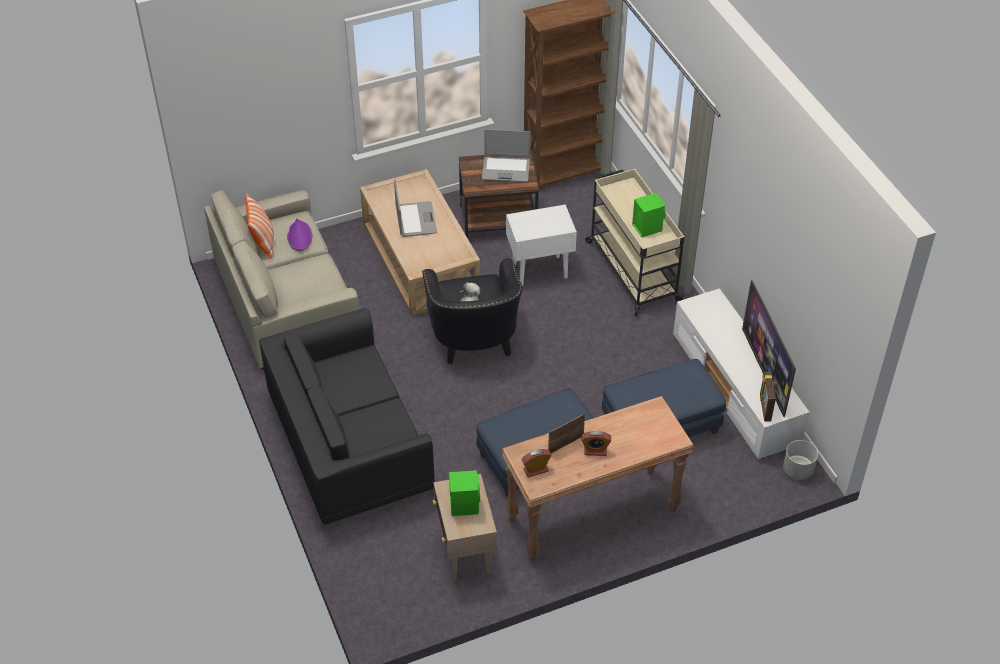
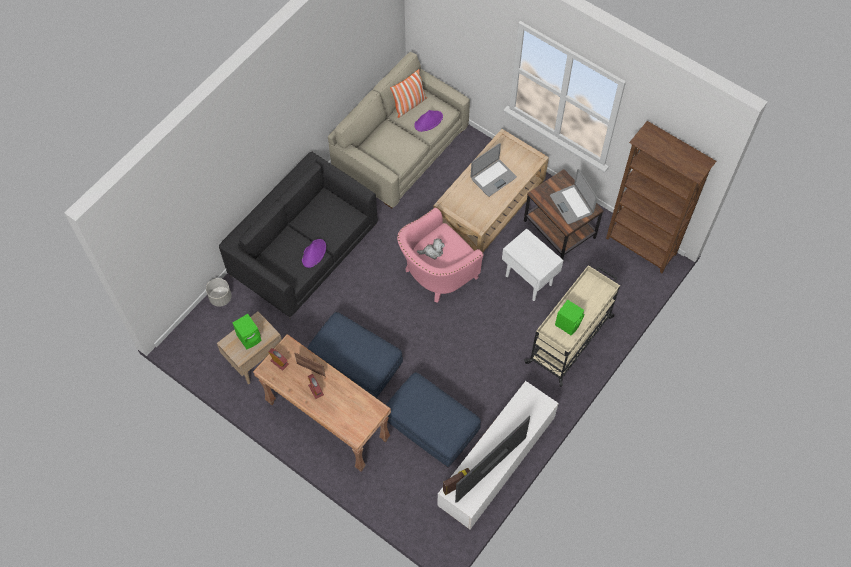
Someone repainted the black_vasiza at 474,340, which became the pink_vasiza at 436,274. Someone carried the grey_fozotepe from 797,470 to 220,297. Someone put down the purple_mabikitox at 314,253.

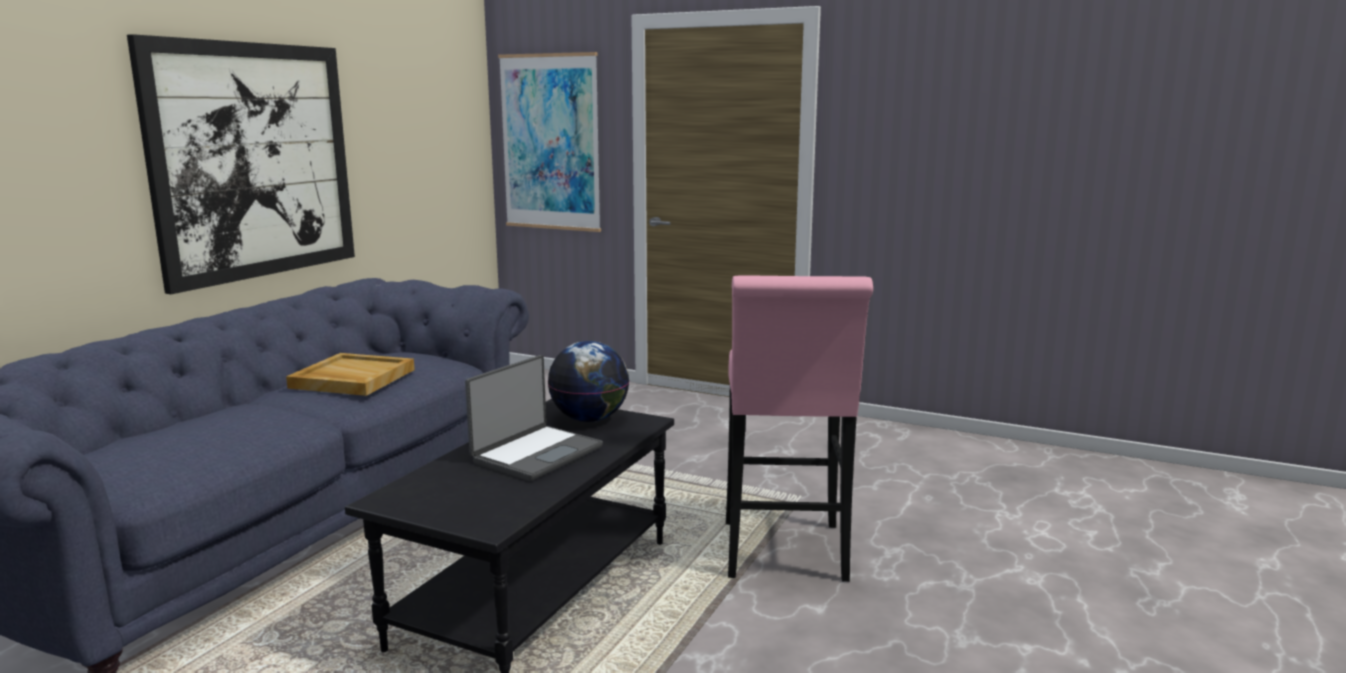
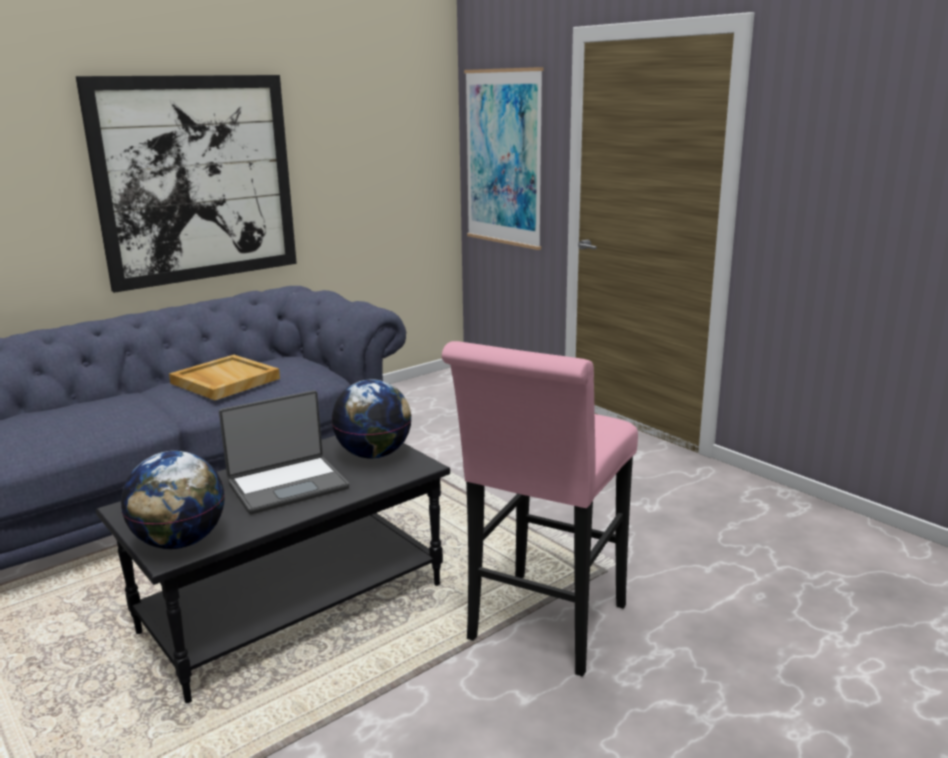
Someone put down the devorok at 179,542.

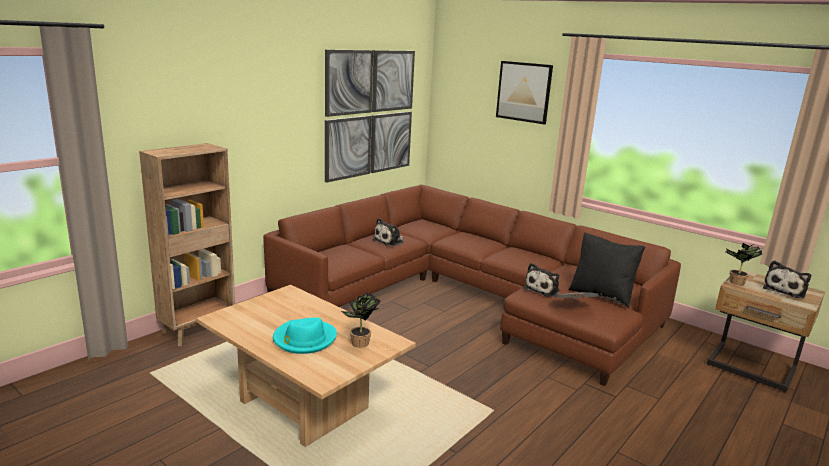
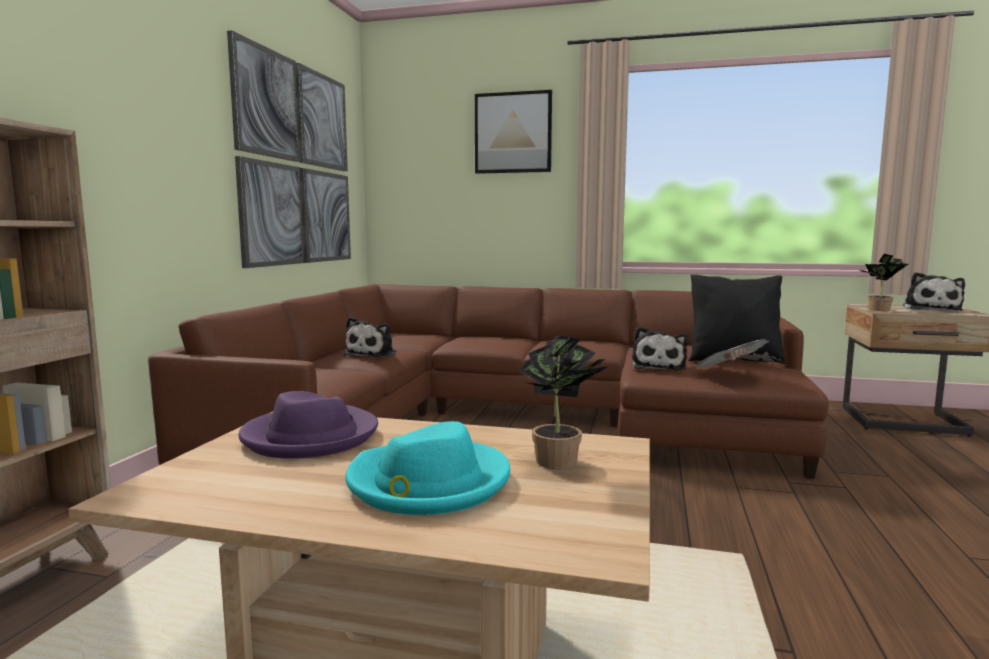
Someone put down the purple_mabikitox at 310,437.

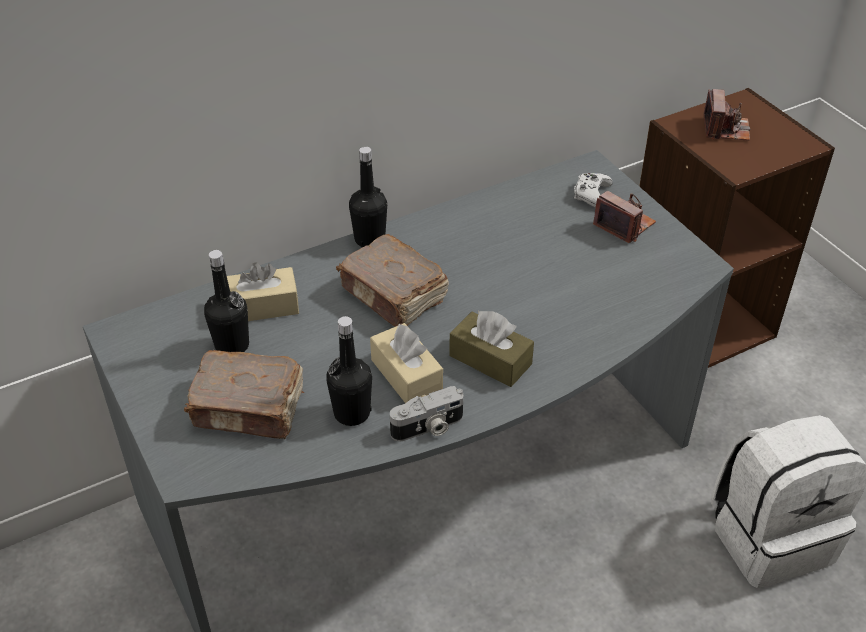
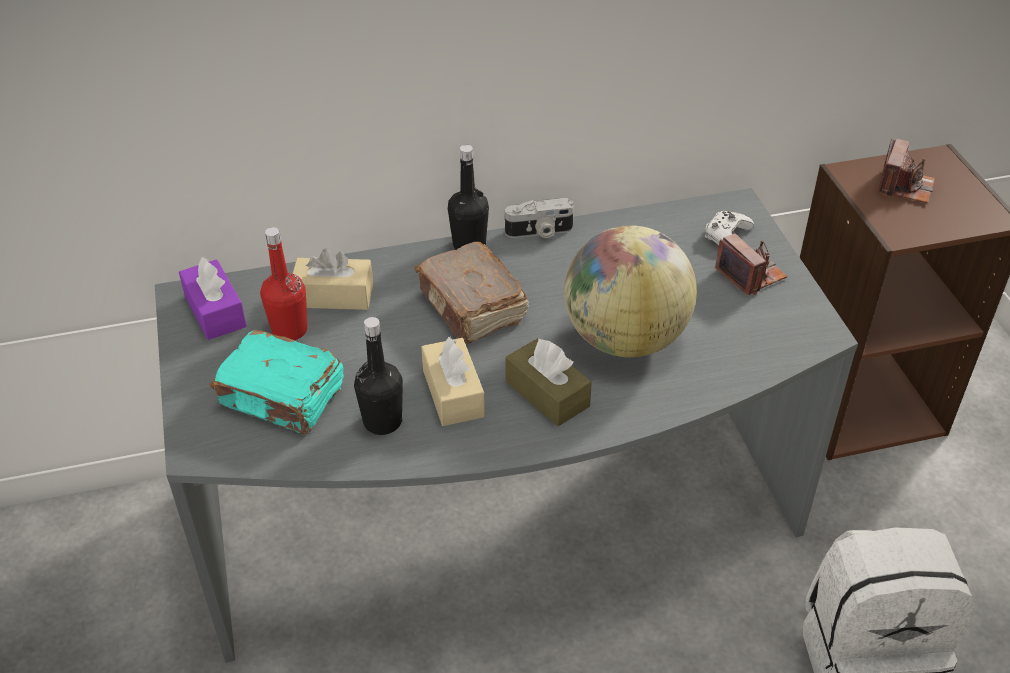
Someone repainted the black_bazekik at 232,345, which became the red_bazekik at 289,330. Someone repainted the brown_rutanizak at 249,408, which became the turquoise_rutanizak at 283,397. Someone carried the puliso from 428,428 to 539,232. Someone put down the devorok at 625,338. Someone put down the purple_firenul at 215,311.

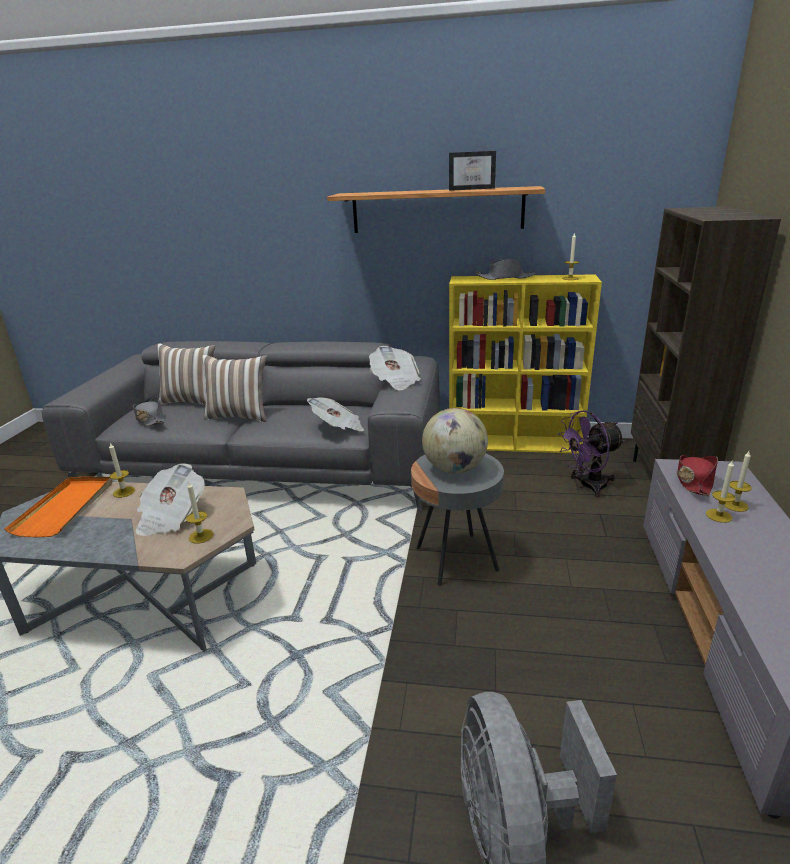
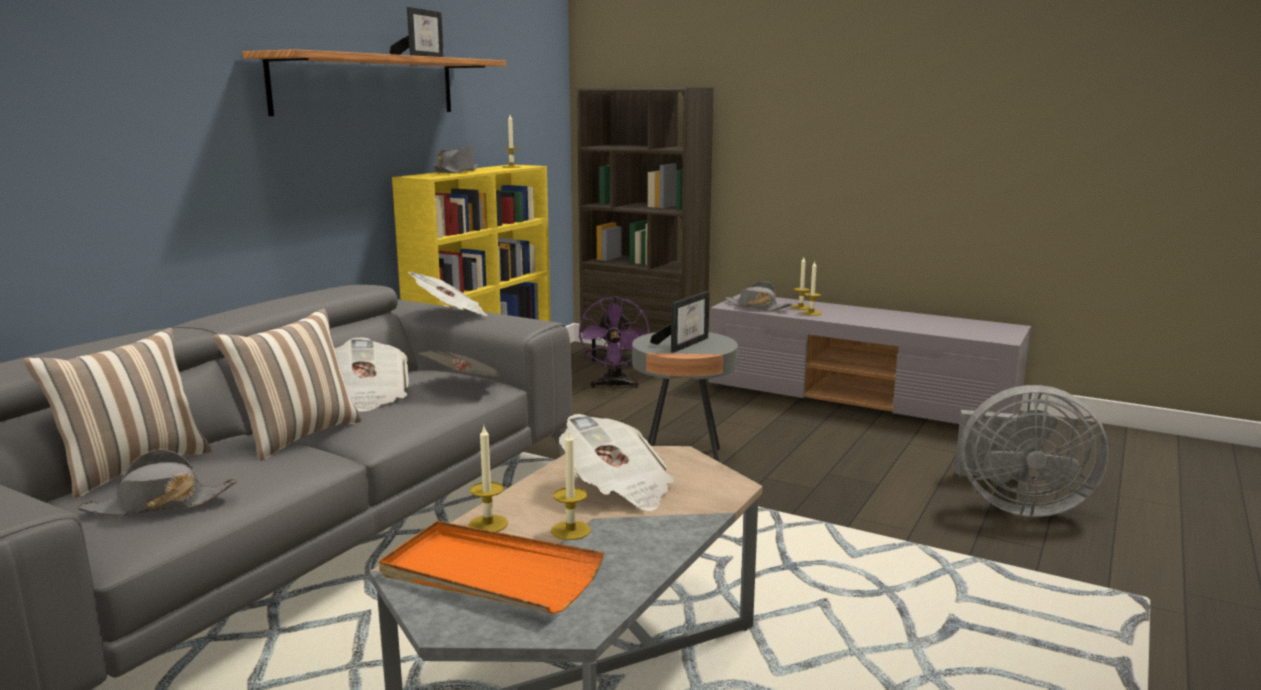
Someone swapped the devorok at 455,469 for the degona at 685,343. Someone repainted the red_mabikitox at 694,480, which became the grey_mabikitox at 757,307. Someone carried the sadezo from 201,536 to 571,530. Someone put down the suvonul at 368,397.

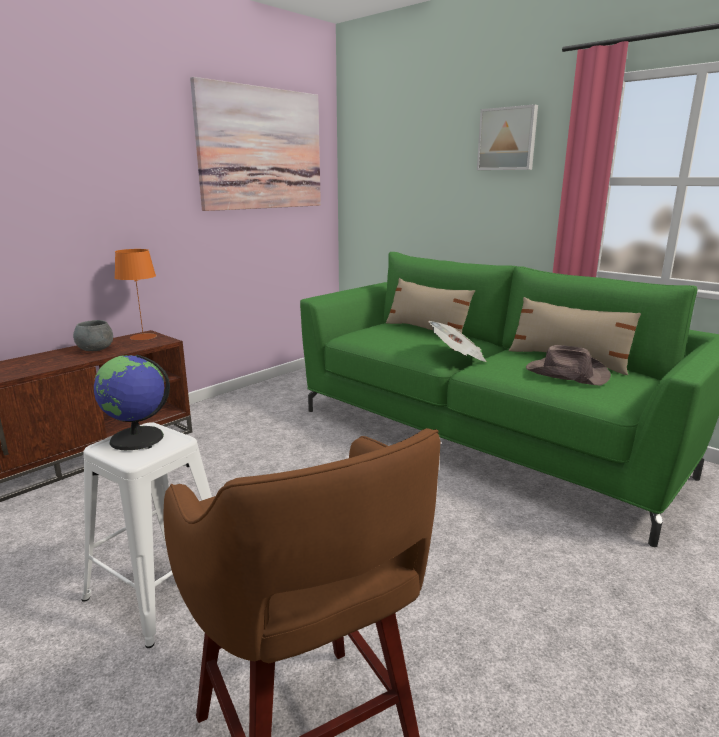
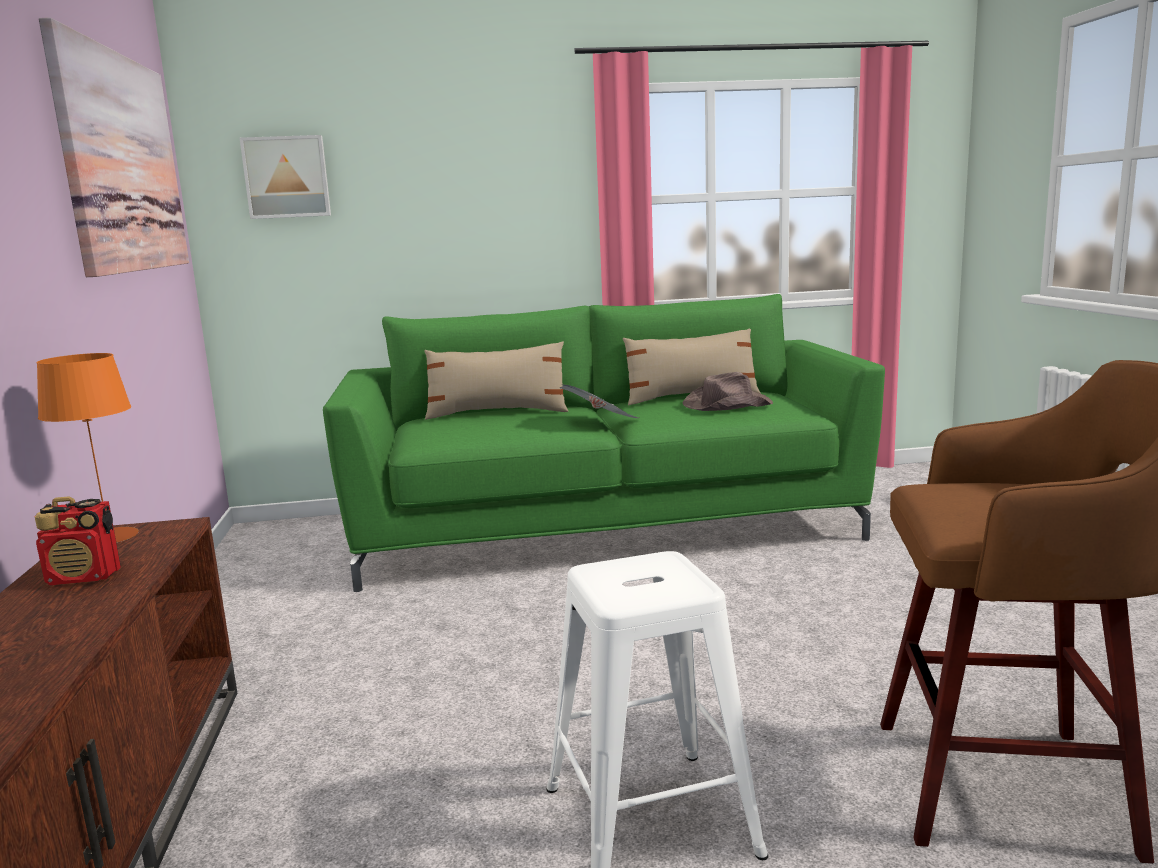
Someone carried the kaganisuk from 507,139 to 287,177. Someone swapped the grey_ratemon at 96,349 for the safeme at 85,577. Someone took away the devorok at 137,439.

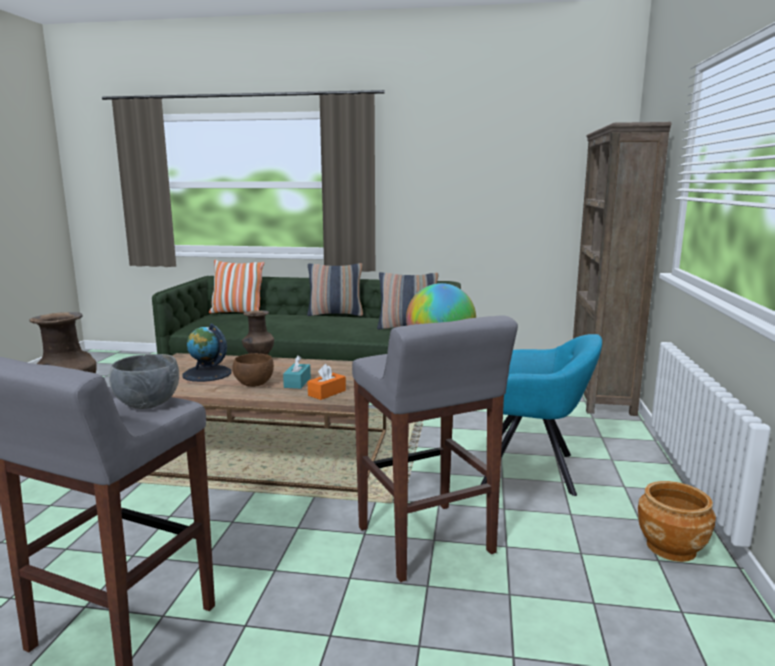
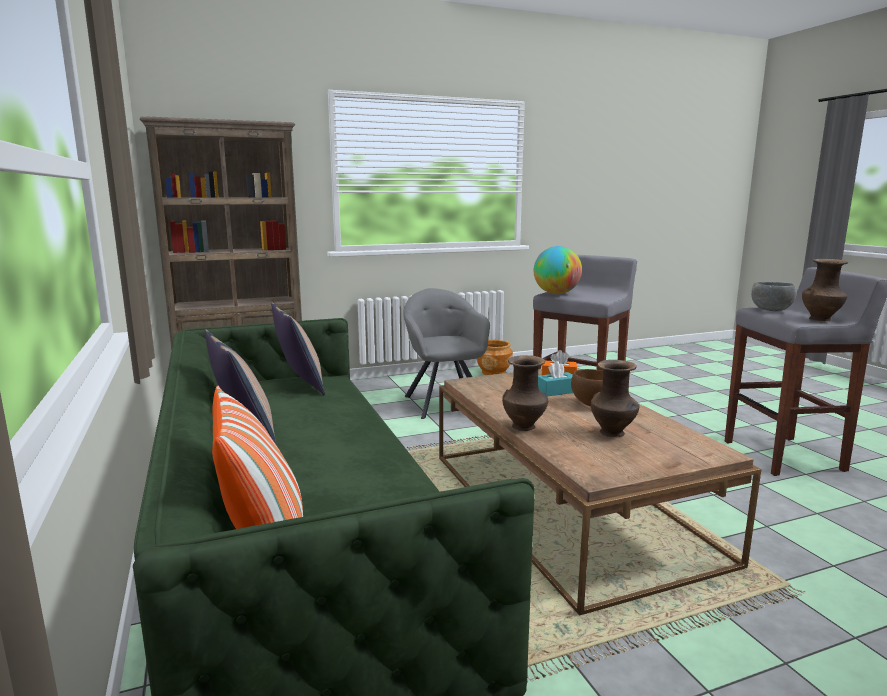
Someone swapped the devorok at 207,374 for the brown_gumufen at 613,433. Someone repainted the turquoise_vasiza at 533,469, which became the grey_vasiza at 444,402.

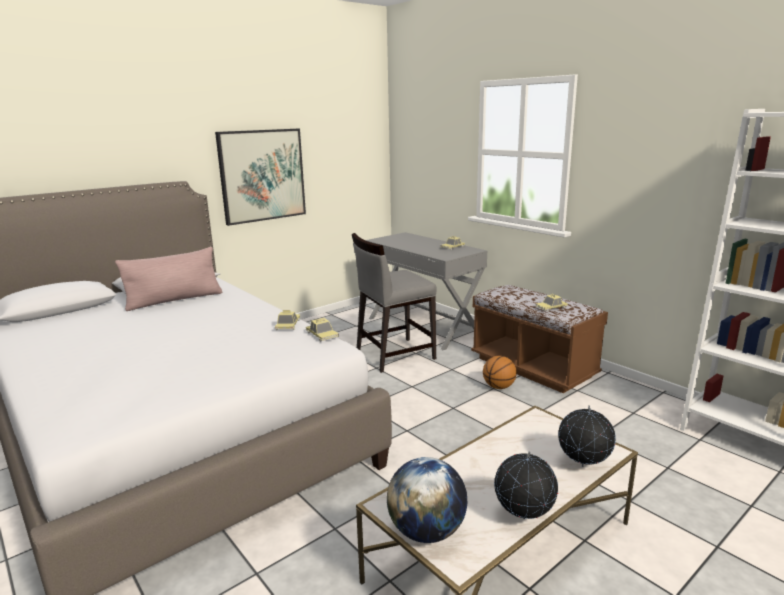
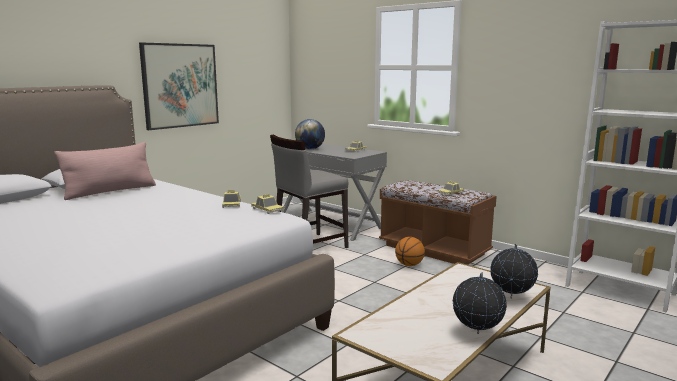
Someone carried the devorok from 426,531 to 310,149.

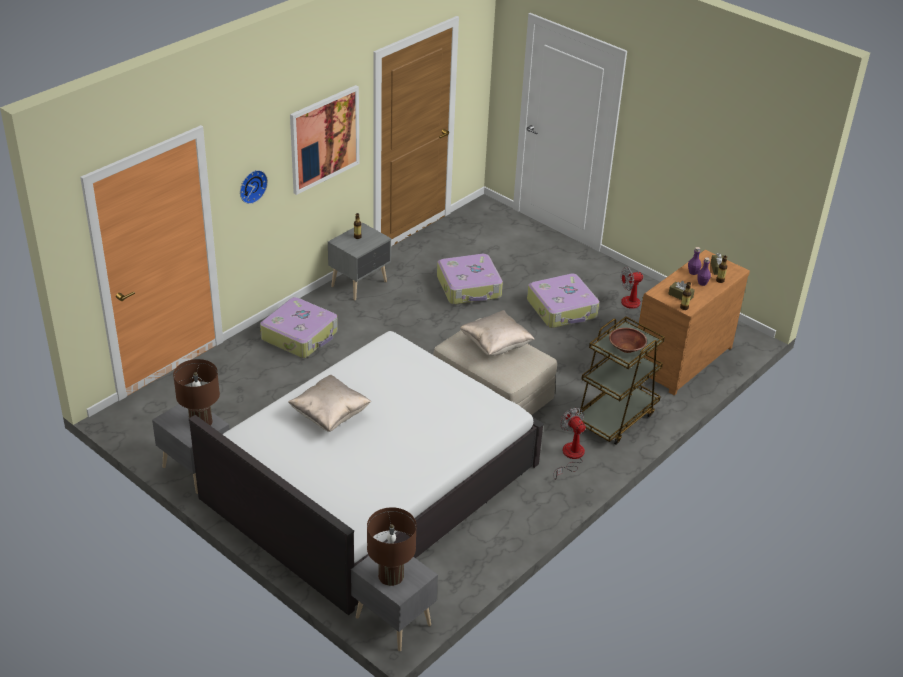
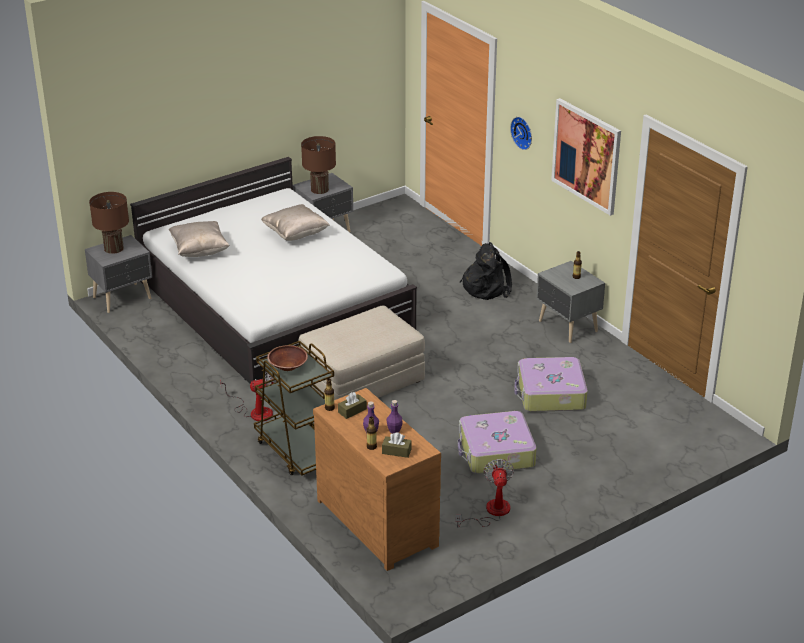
Someone swapped the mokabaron at 300,336 for the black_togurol at 486,287. Someone carried the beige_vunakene from 496,345 to 199,251.

